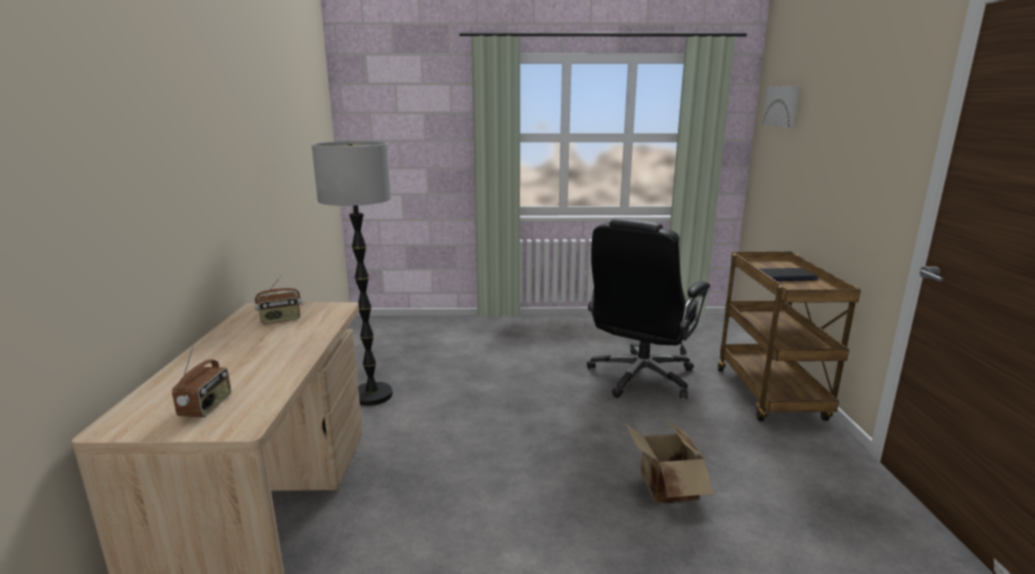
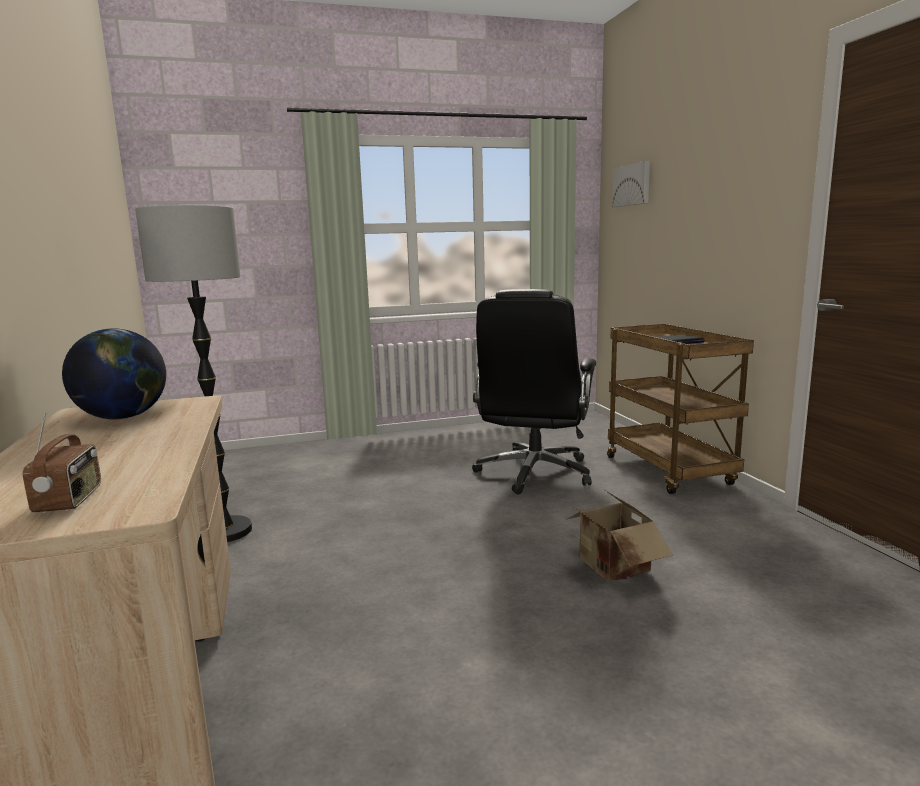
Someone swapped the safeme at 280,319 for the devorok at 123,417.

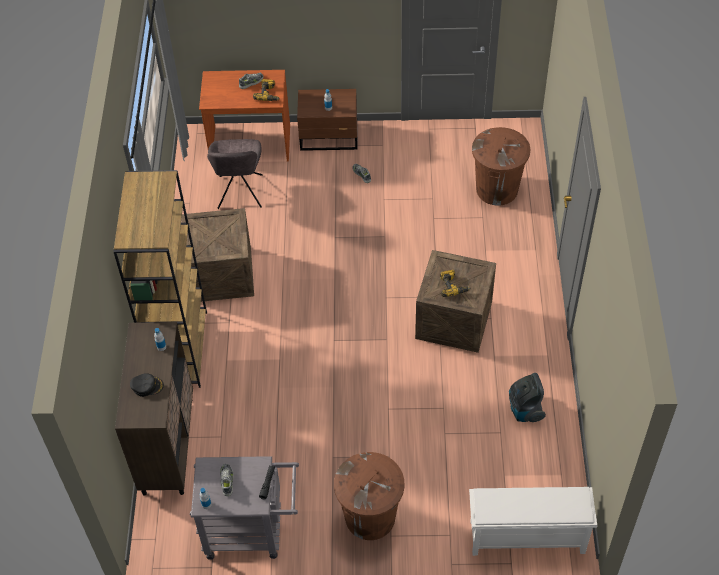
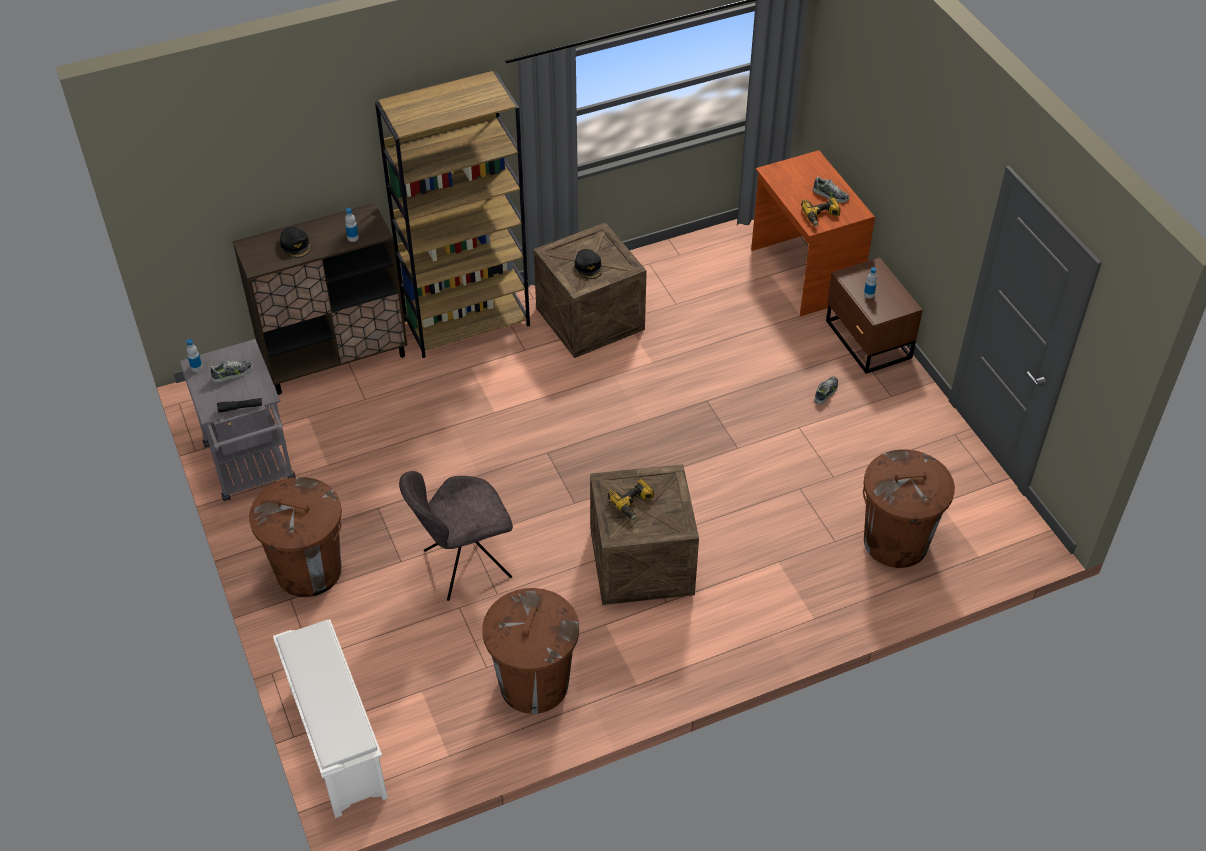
Someone carried the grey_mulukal from 240,193 to 463,565. Someone swapped the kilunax at 524,410 for the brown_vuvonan at 533,684. Someone put down the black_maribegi at 589,267.

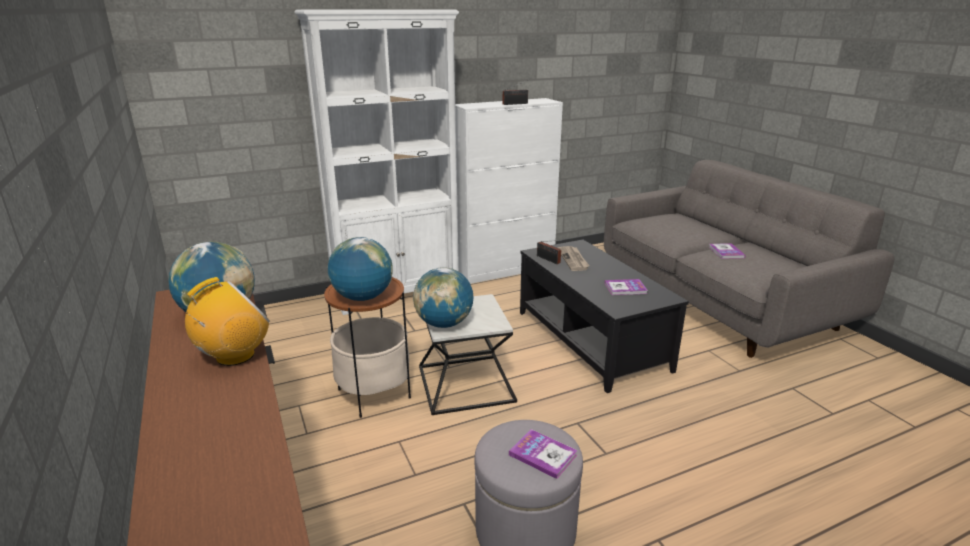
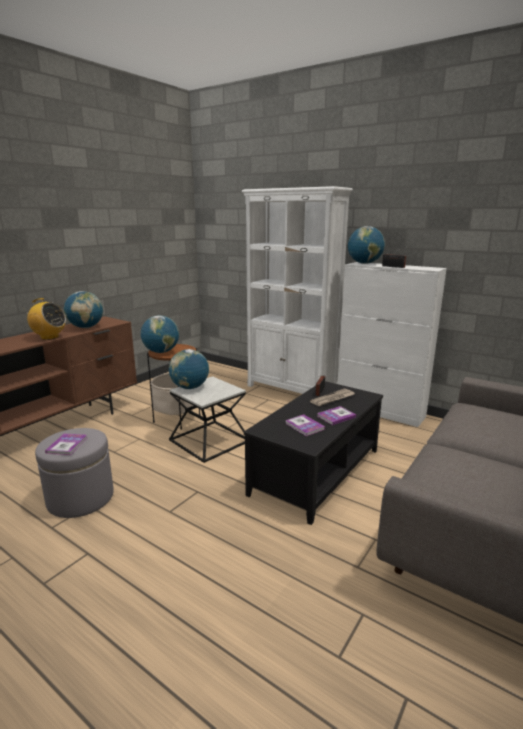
Someone carried the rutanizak from 726,252 to 336,416. Someone put down the devorok at 364,263.

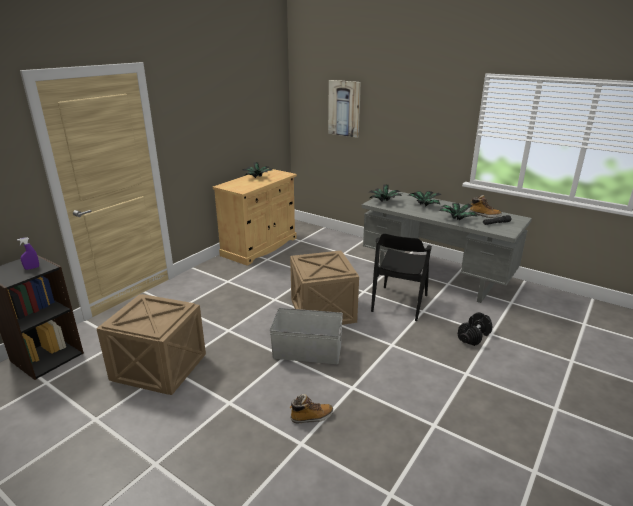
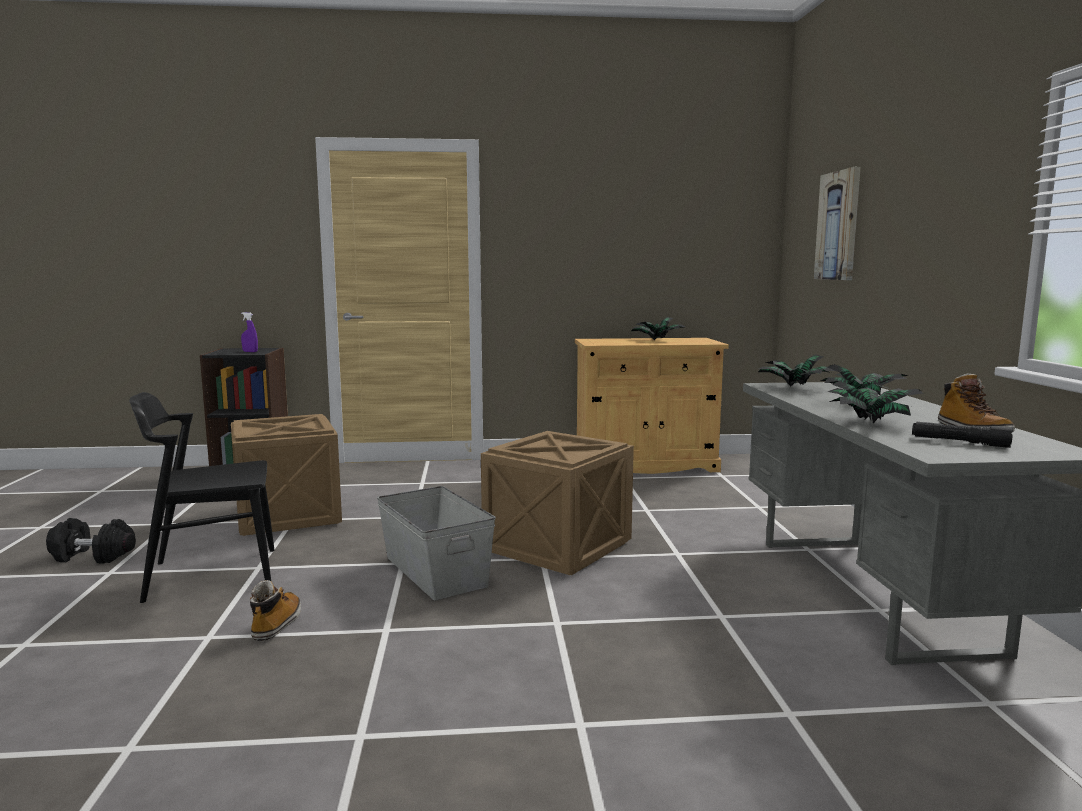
Someone carried the black_mulukal from 399,303 to 212,574. Someone carried the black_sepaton from 474,336 to 92,556. Someone rotated the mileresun at 311,417 by 120 degrees counterclockwise.

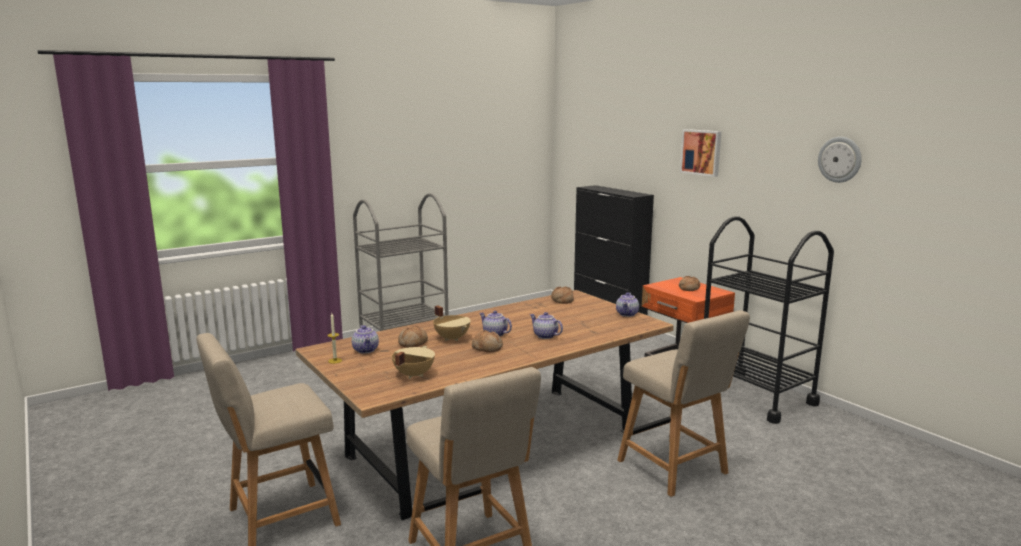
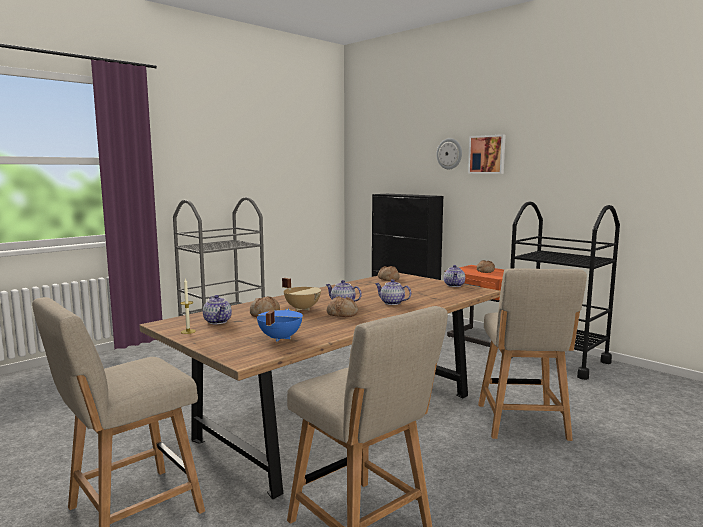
Someone carried the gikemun from 840,159 to 449,153. Someone rotated the beige_mulukal at 675,469 by 45 degrees clockwise. Someone repainted the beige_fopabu at 413,375, which became the blue_fopabu at 279,338.

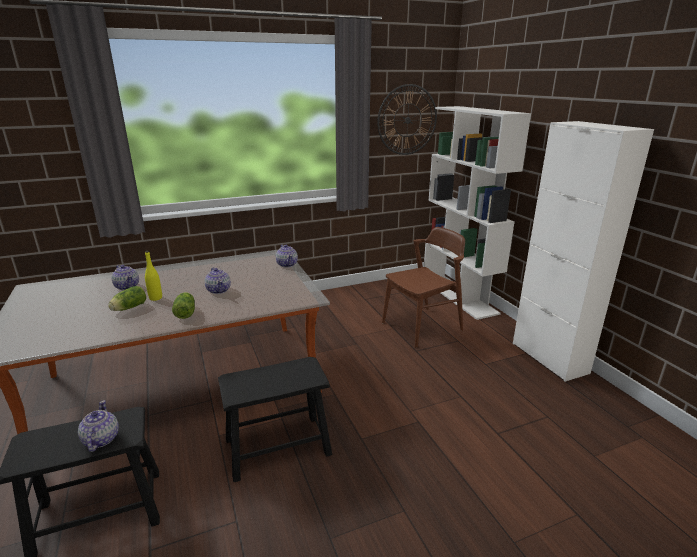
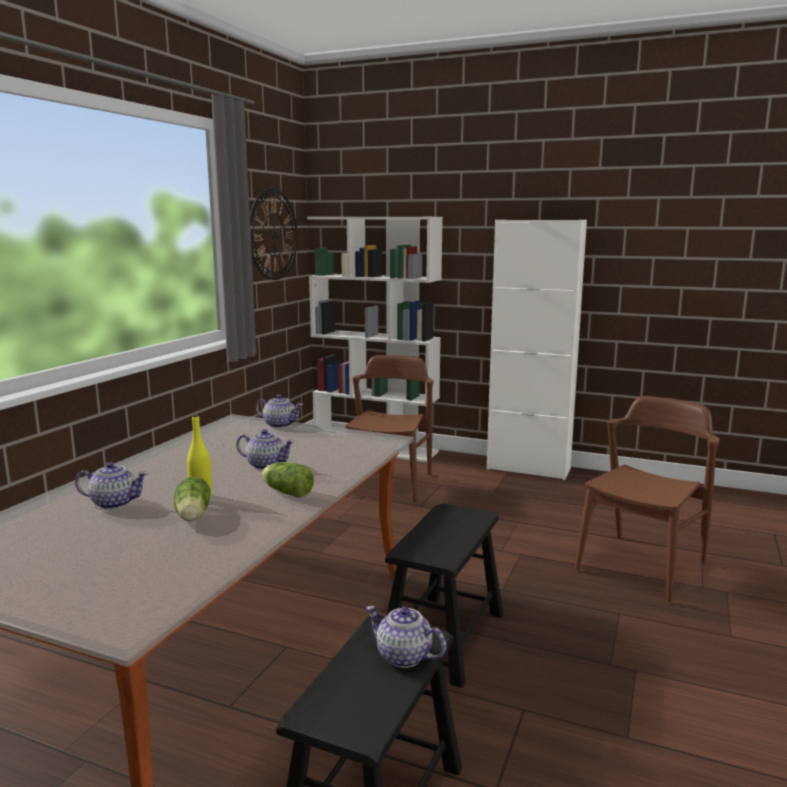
Someone put down the brown_mulukal at 641,566.

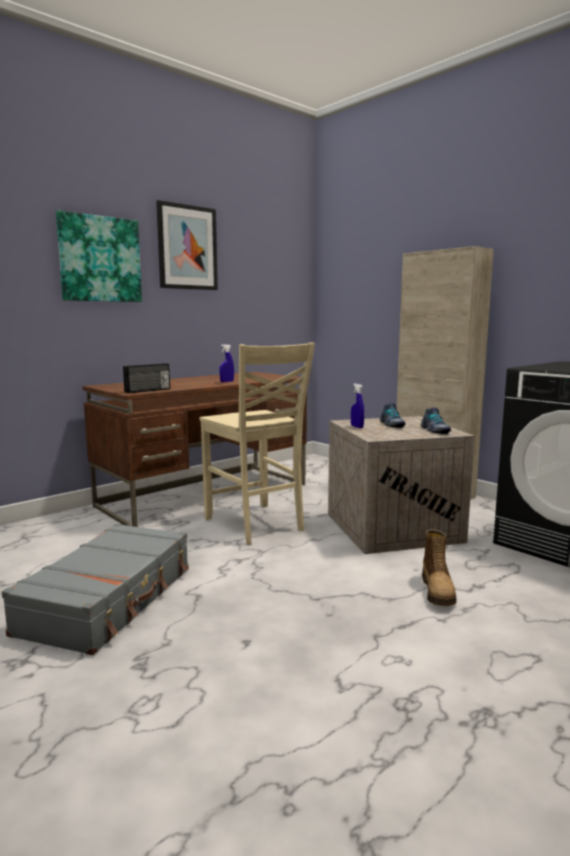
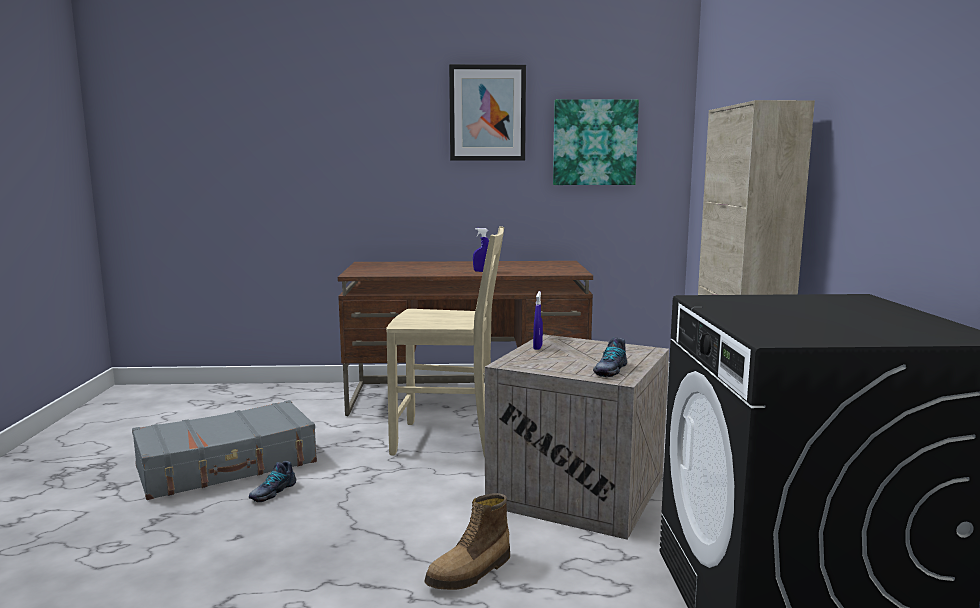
Someone carried the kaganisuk from 100,259 to 594,142. Someone rotated the beige_mulukal at 255,525 by 90 degrees counterclockwise. Someone took away the safeme at 148,390. Someone carried the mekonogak from 391,424 to 272,492.

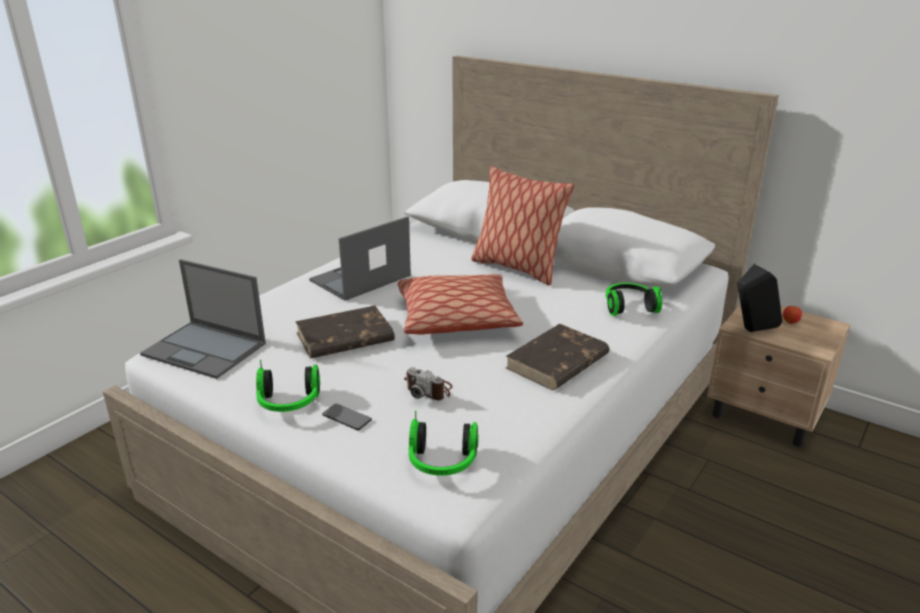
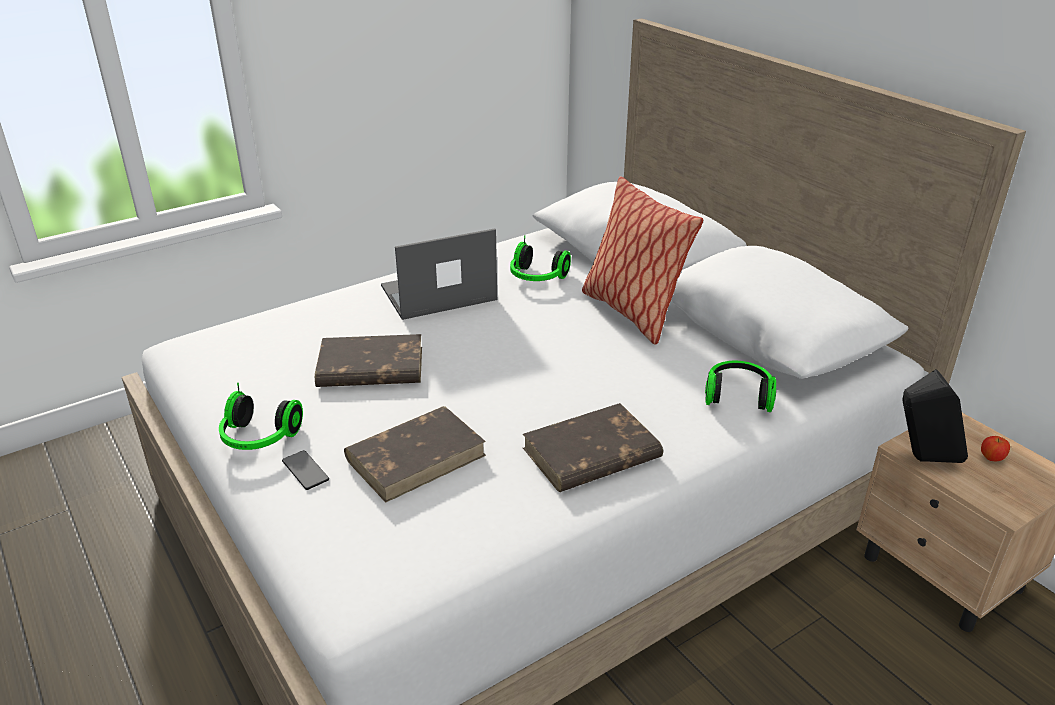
Someone took away the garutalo at 205,349. Someone took away the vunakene at 456,318. Someone swapped the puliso at 429,389 for the brown_rutanizak at 417,456. Someone carried the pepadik from 442,463 to 536,278.

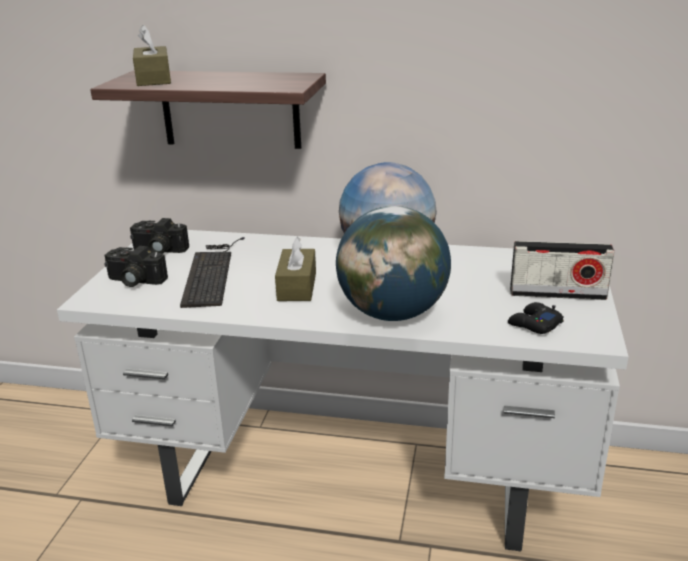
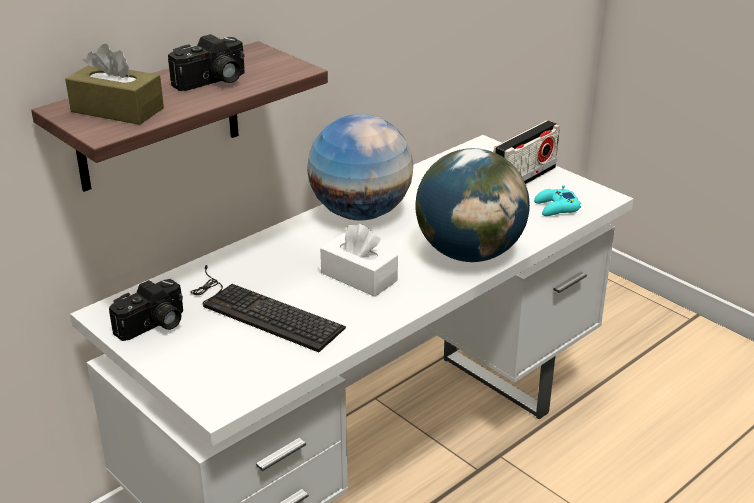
Someone repainted the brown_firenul at 297,286, which became the white_firenul at 359,277. Someone carried the puliso from 134,281 to 212,82. Someone repainted the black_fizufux at 534,324, which became the turquoise_fizufux at 556,208.

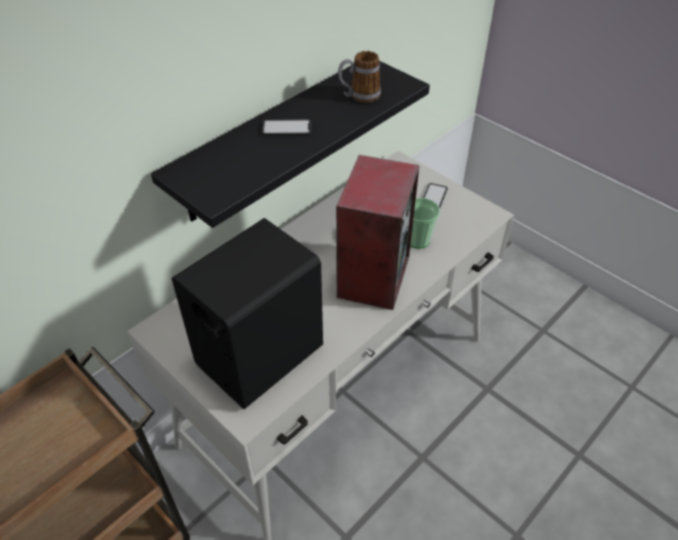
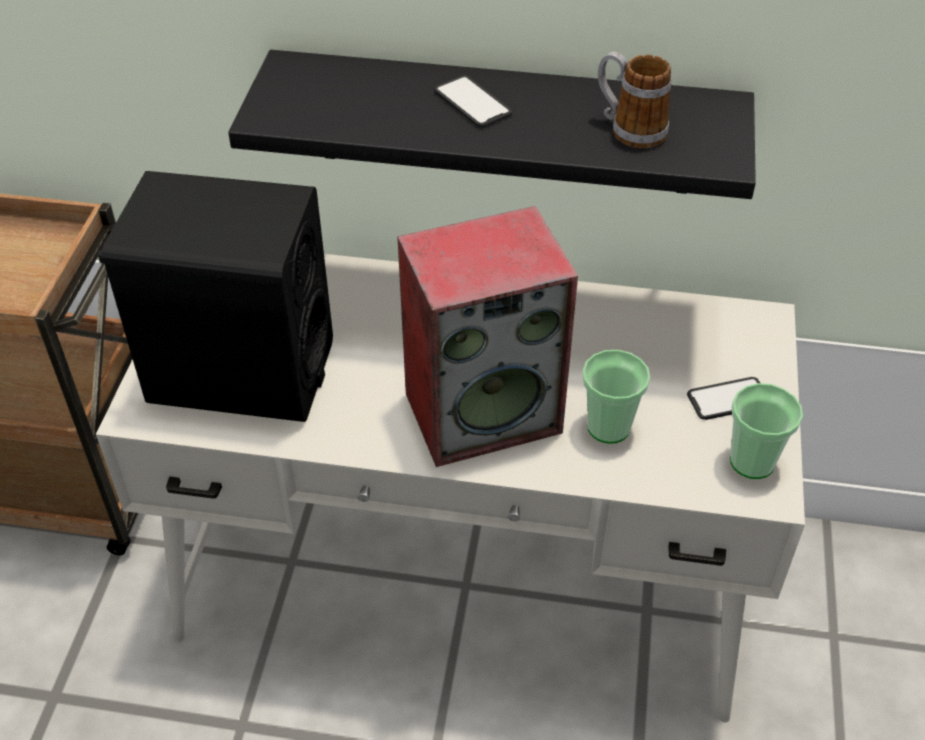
Someone put down the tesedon at 752,461.

